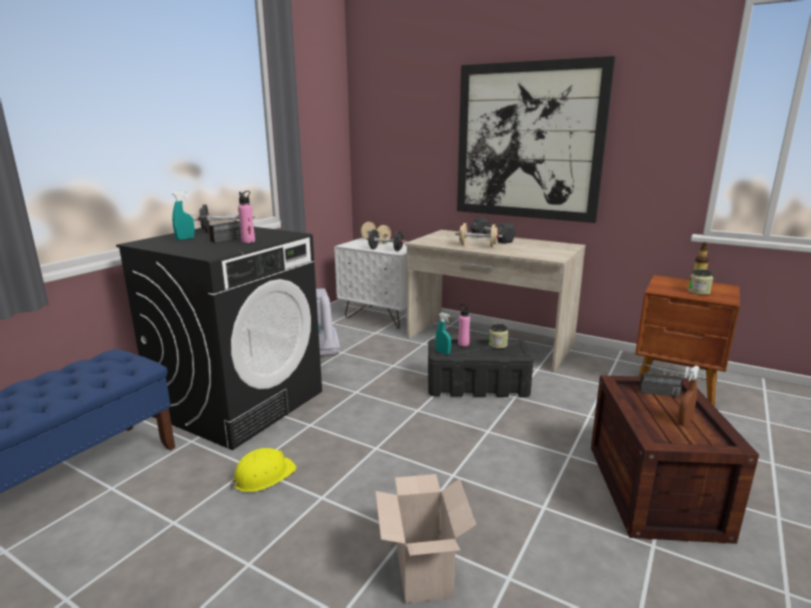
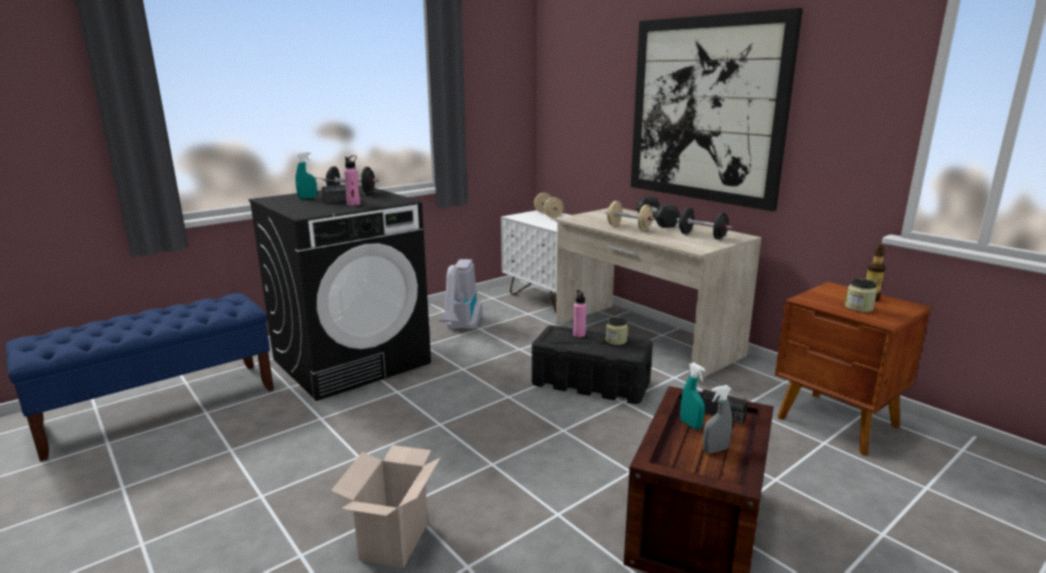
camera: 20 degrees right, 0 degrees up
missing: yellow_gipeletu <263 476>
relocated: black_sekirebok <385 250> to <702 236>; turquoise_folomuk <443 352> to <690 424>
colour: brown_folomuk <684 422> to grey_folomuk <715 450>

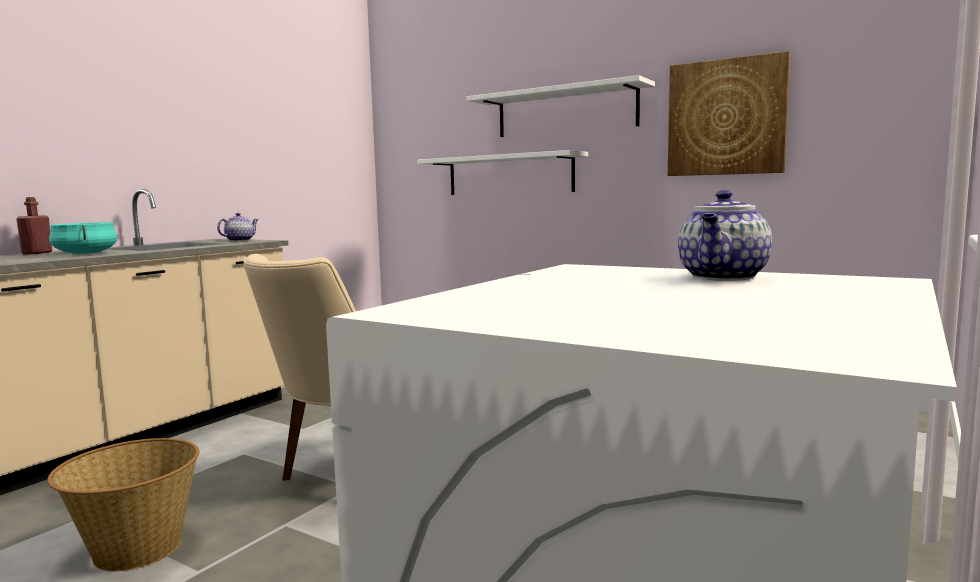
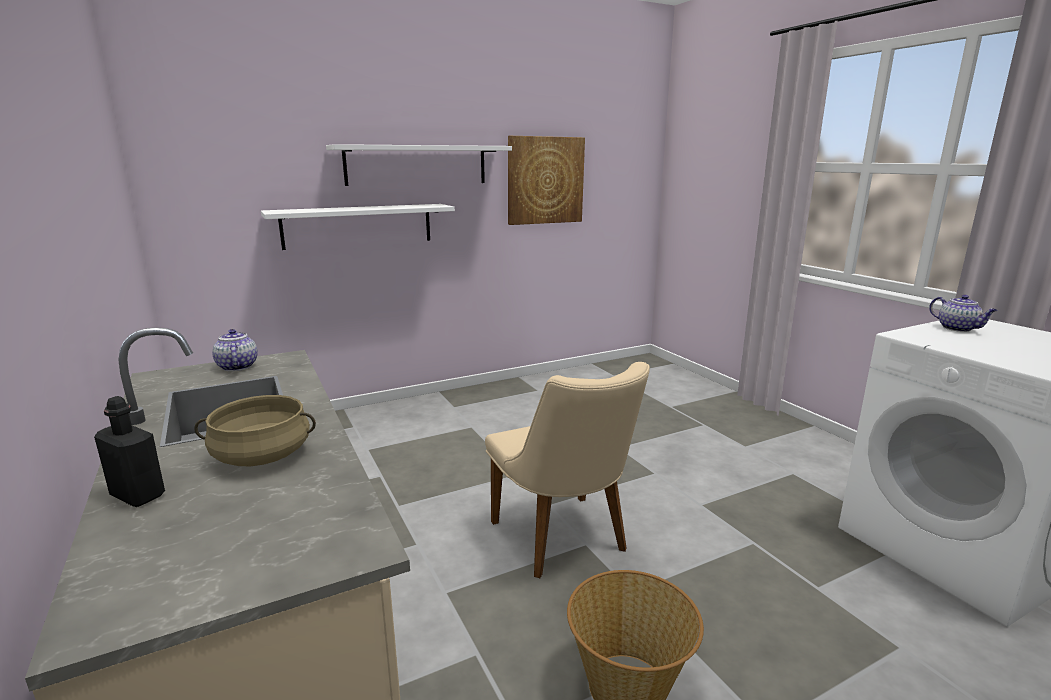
camera: 60 degrees left, 10 degrees up
colour: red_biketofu <37 253> to black_biketofu <138 495>; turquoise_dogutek <85 253> to beige_dogutek <262 456>

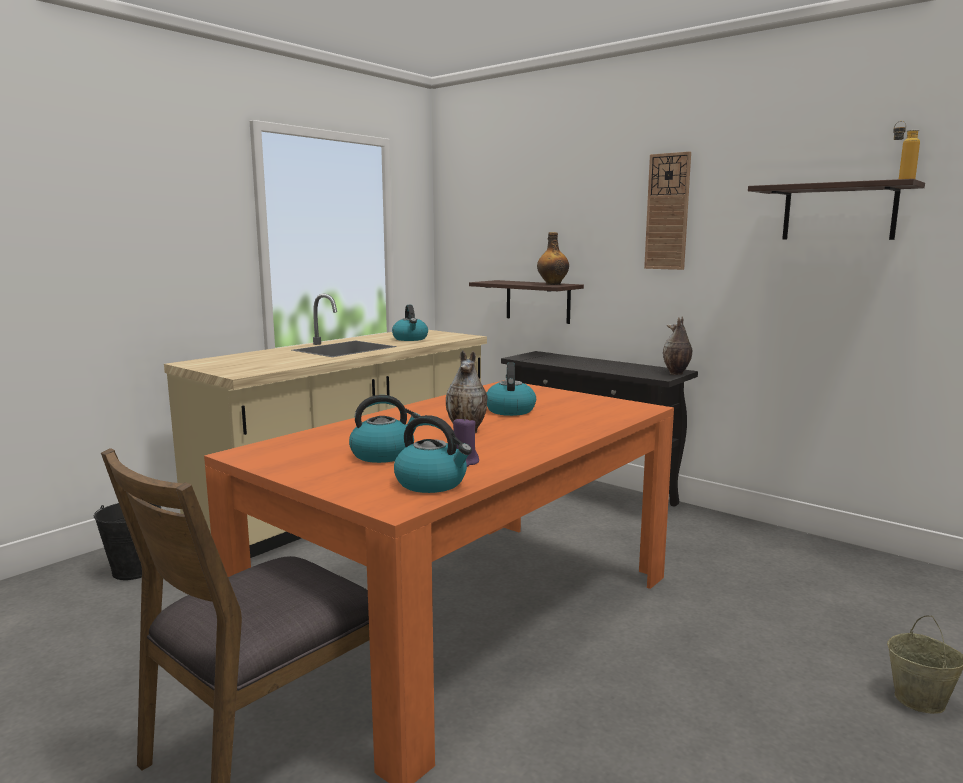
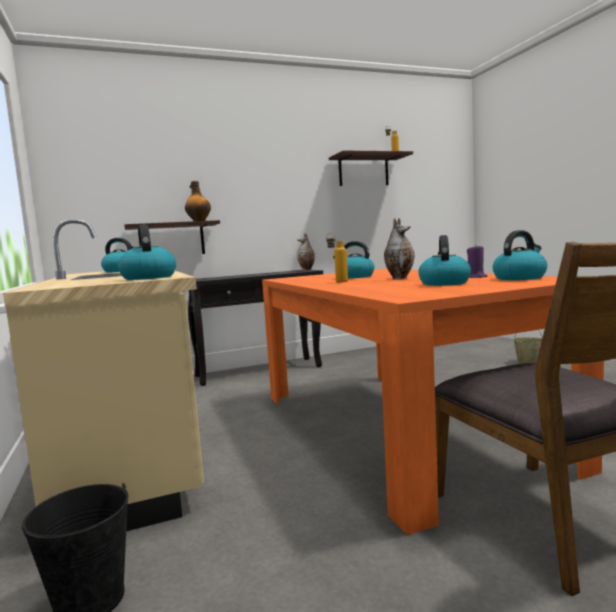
camera: 60 degrees left, 5 degrees down
missing: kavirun <667 212>
appeared: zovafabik <148 277>; biketofu <337 282>

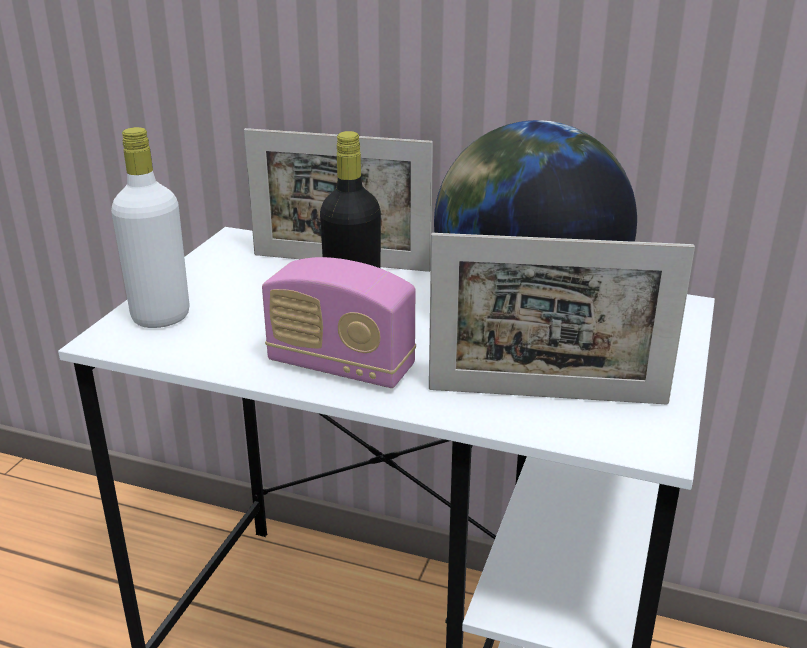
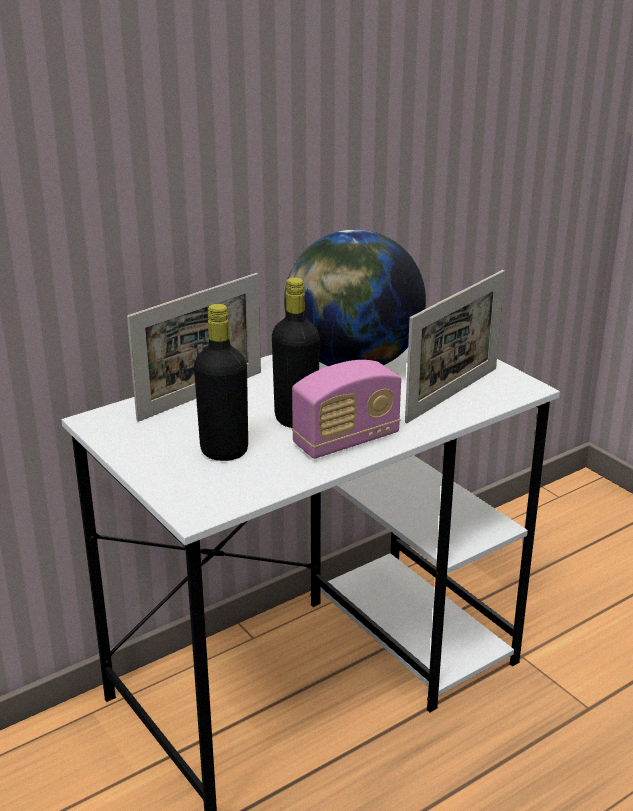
camera: 55 degrees left, 0 degrees up
missing: white_biketofu <161 317>
appeared: black_biketofu <224 451>

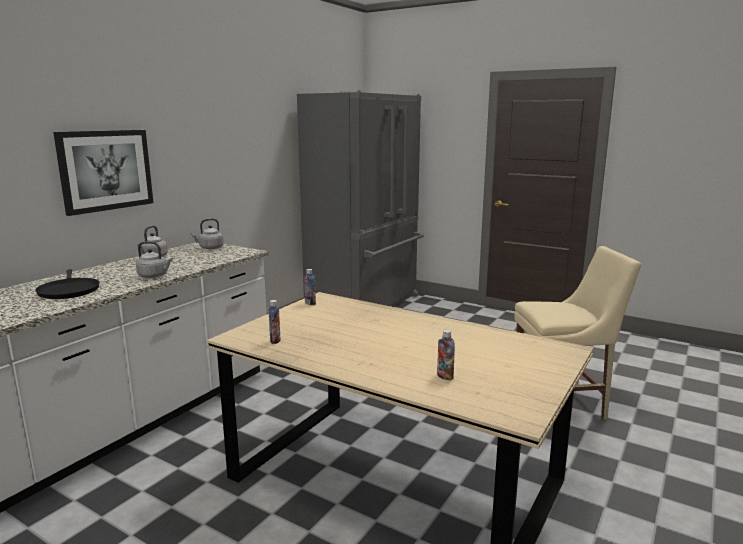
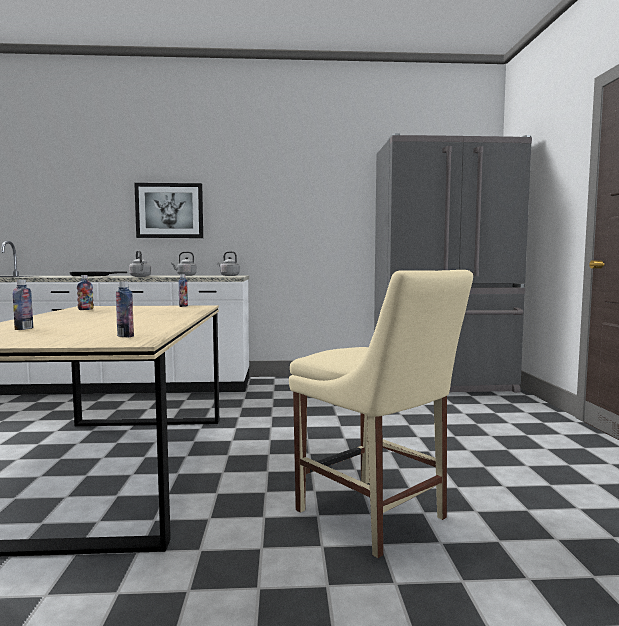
camera: 55 degrees right, 10 degrees down
appeared: biketofu <125 336>

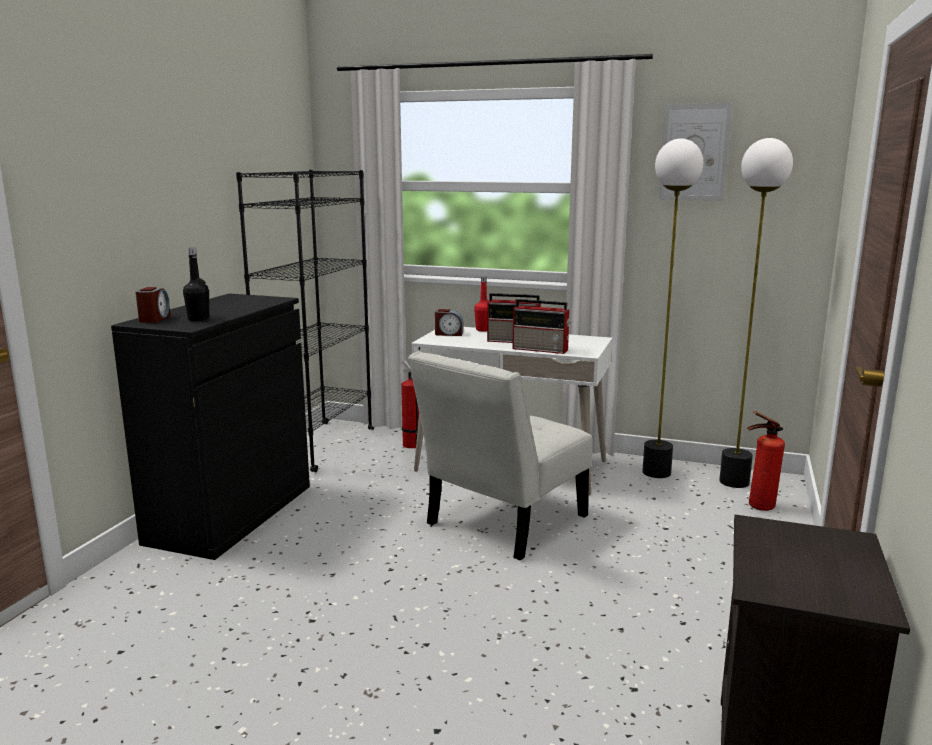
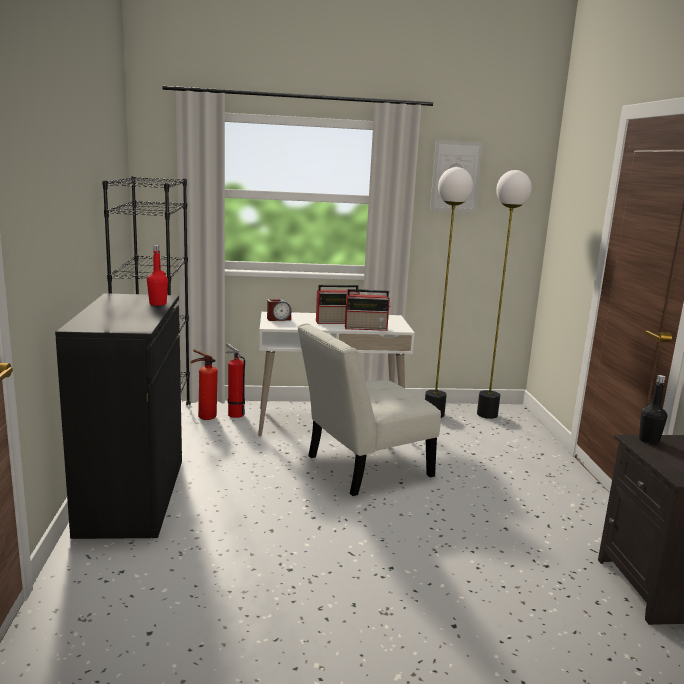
camera: 25 degrees left, 0 degrees up
missing: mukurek <154 319>
relocated: black_biketofu <198 319> to <649 440>; red_biketofu <483 330> to <158 304>; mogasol <757 506> to <204 418>
spun: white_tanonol <501 523> = <362 468> 45 degrees clockwise

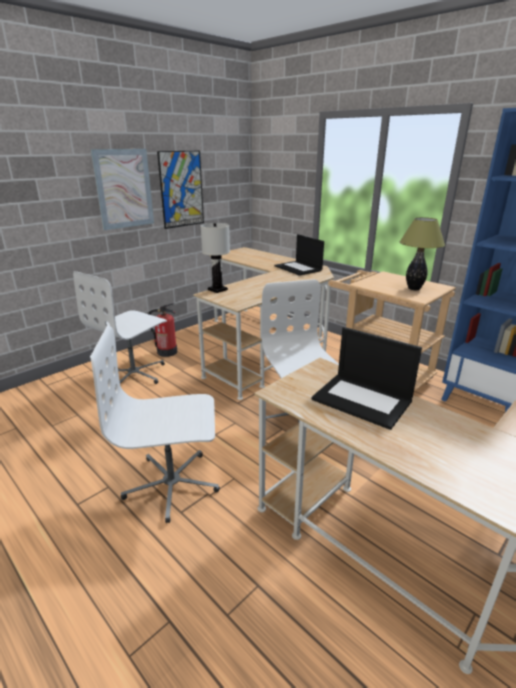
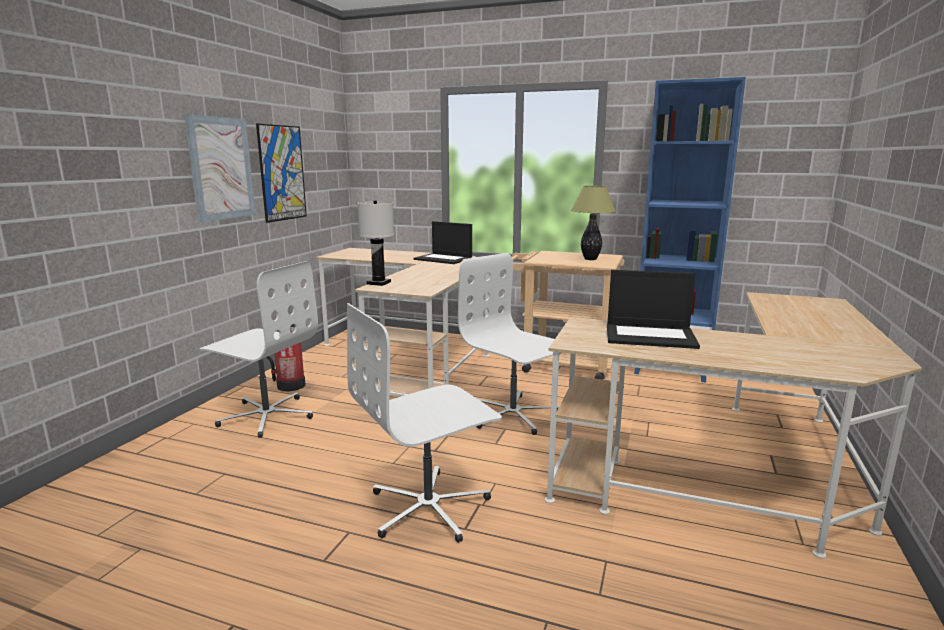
camera: 25 degrees left, 10 degrees down
spun: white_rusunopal <134 374> = <267 416> 75 degrees counterclockwise

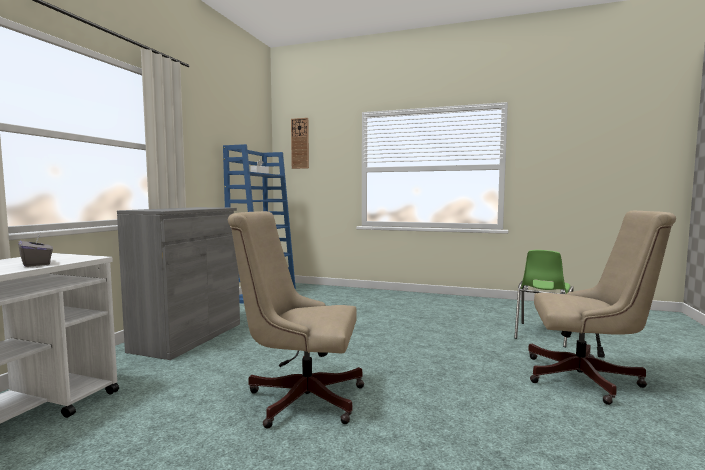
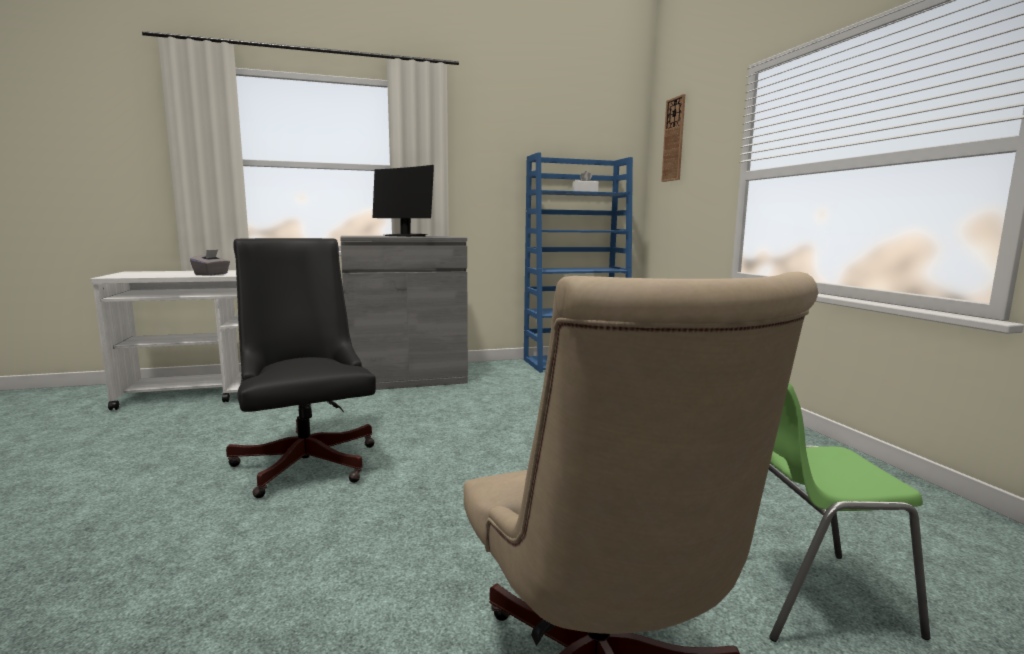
camera: 55 degrees right, 5 degrees up
appeared: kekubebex <405 236>
colour: beige_rusunopal <299 397> to black_rusunopal <307 460>

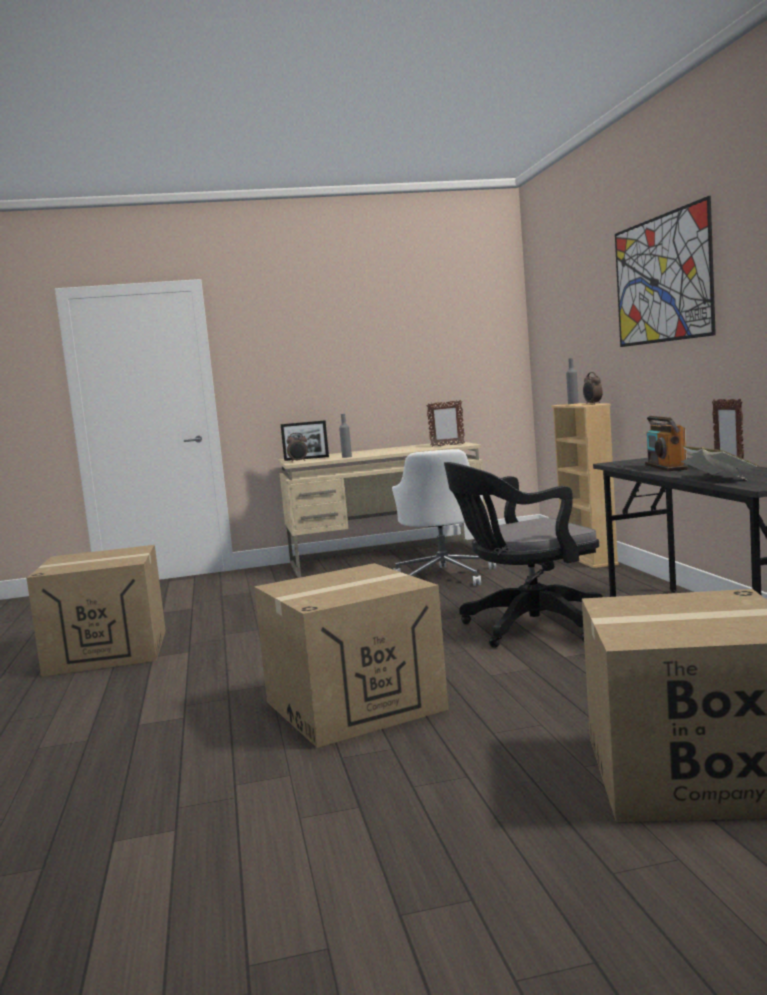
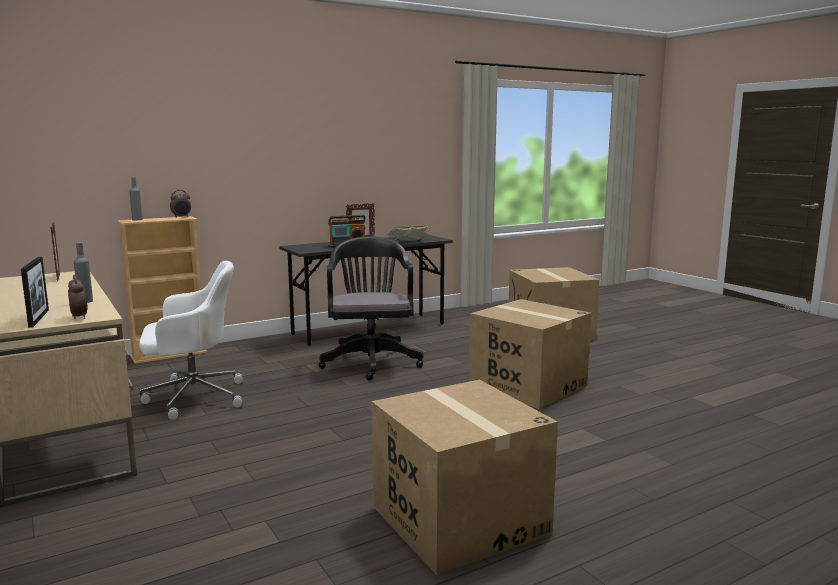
camera: 110 degrees left, 5 degrees up
missing: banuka <661 279>
spun: black_rusunopal <527 628> = <371 361> 150 degrees counterclockwise

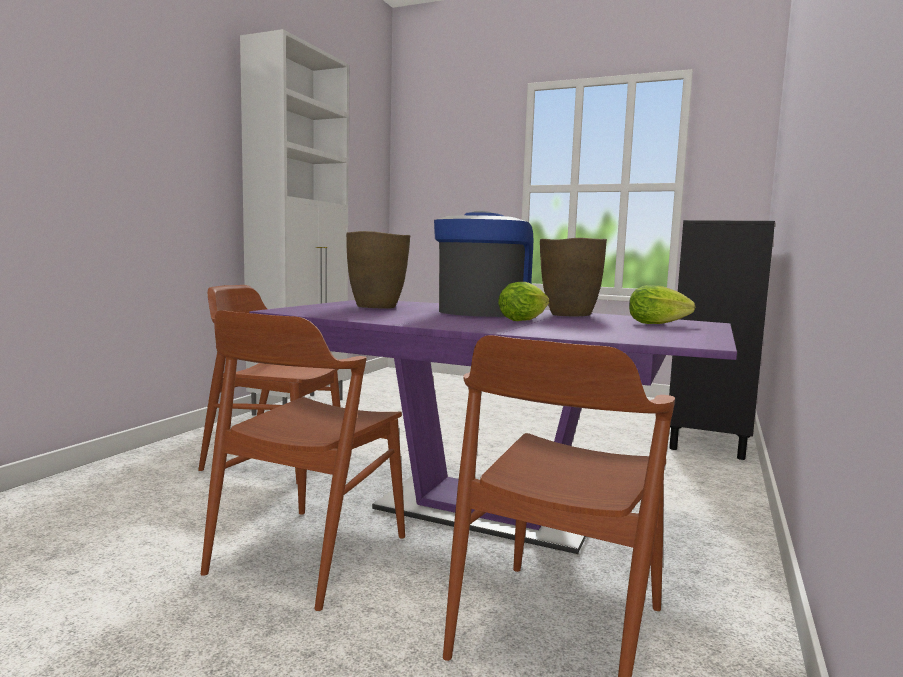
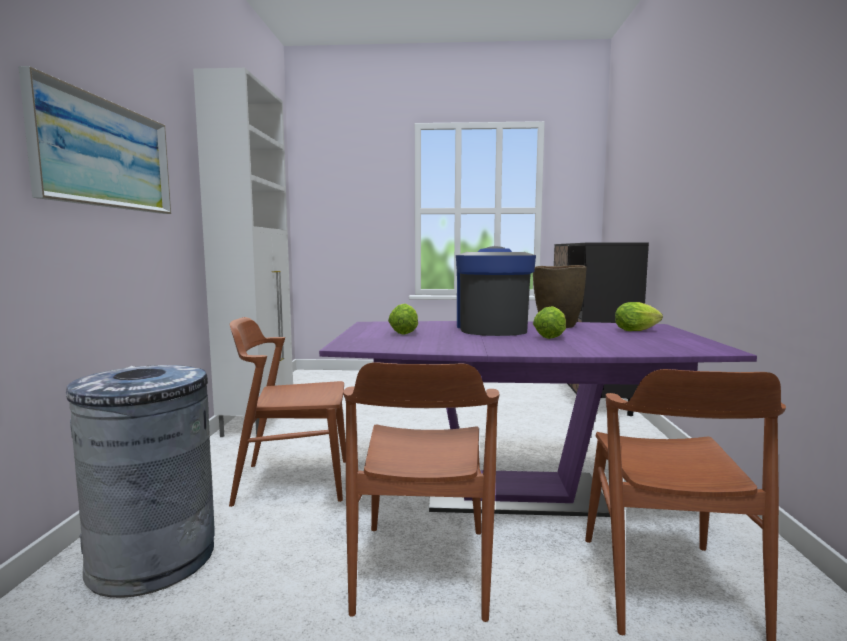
camera: 20 degrees left, 0 degrees up
appeared: banuka <106 155>; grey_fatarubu <153 559>
exchanged: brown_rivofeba <376 307> to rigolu <404 332>

